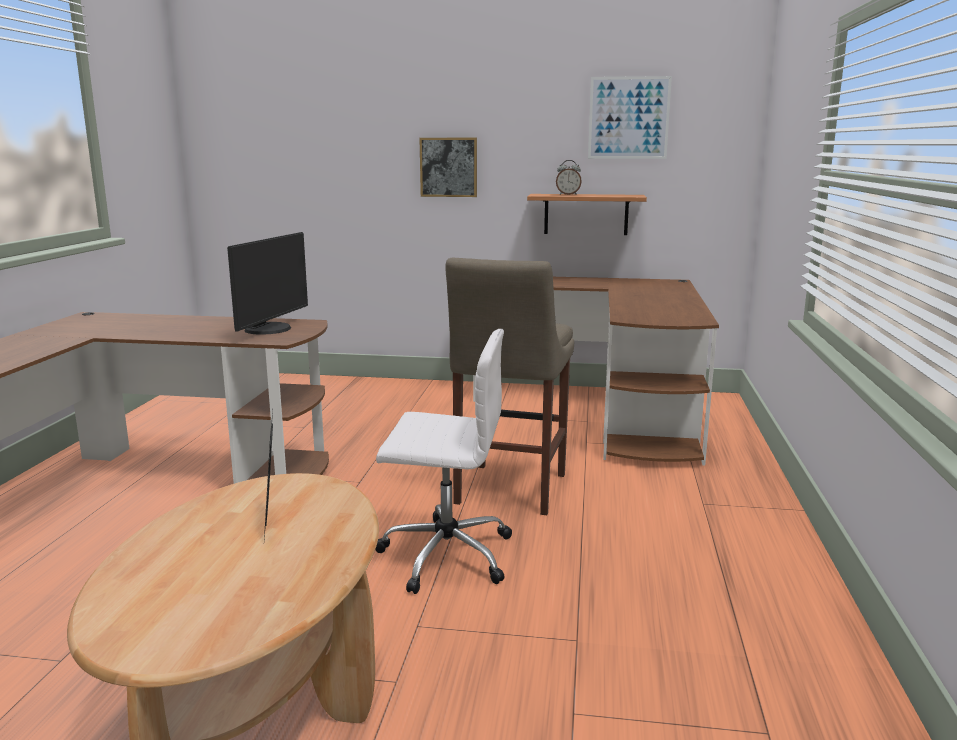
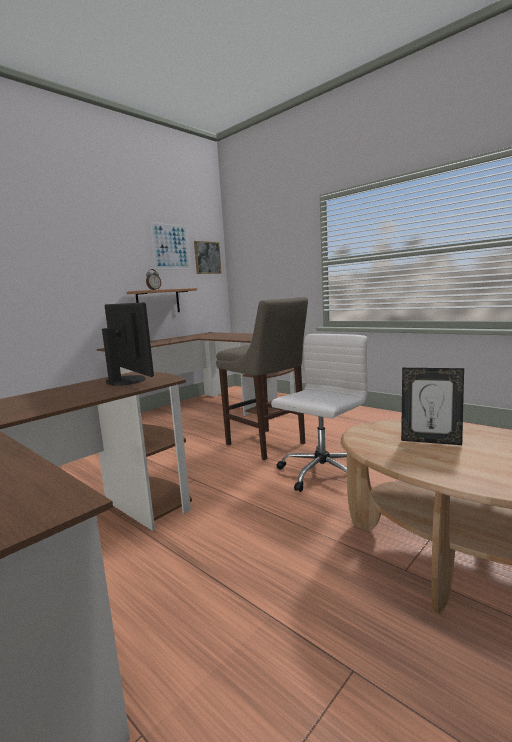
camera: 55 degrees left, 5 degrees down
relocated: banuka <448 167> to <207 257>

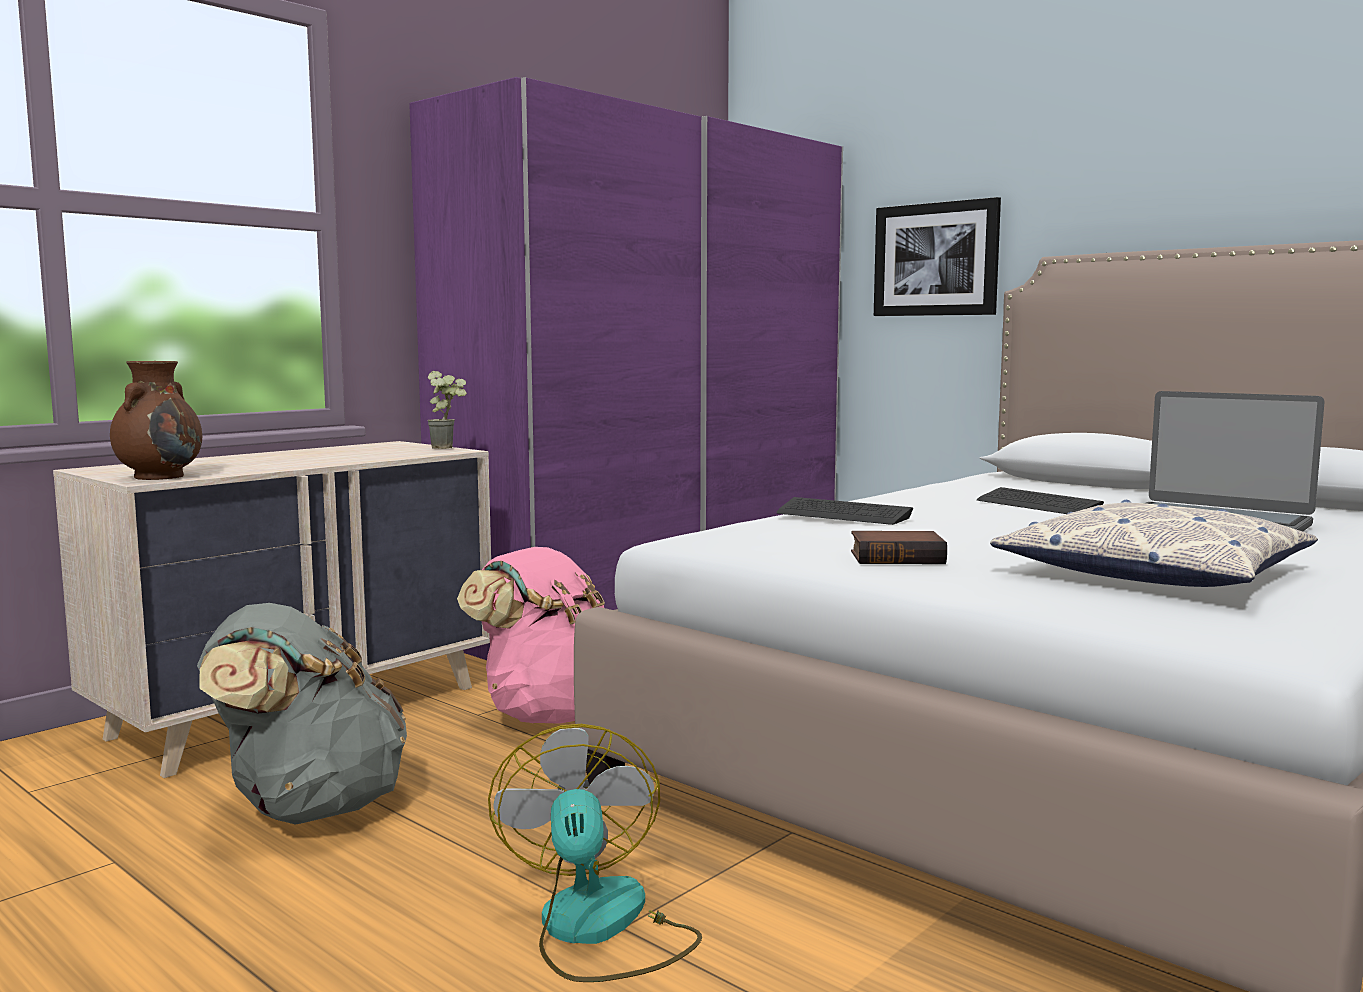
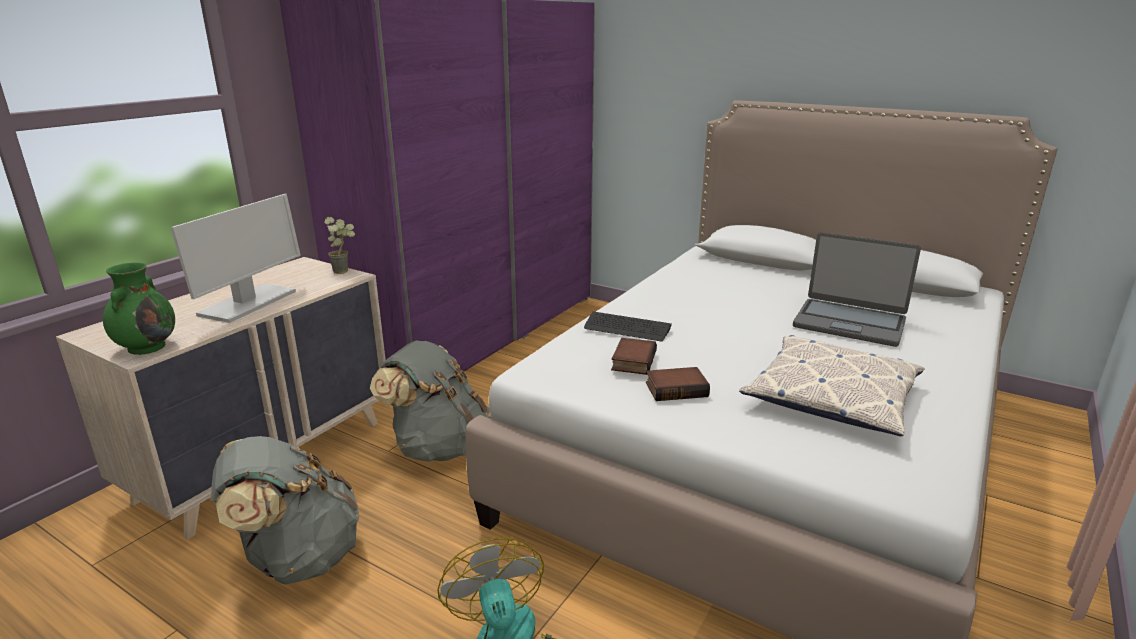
camera: 10 degrees left, 15 degrees up
missing: banuka <936 259>; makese <1037 505>
appeared: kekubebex <248 304>; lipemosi <632 360>
colour: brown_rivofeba <160 476> to green_rivofeba <147 347>; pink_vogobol <553 715> to grey_vogobol <438 446>

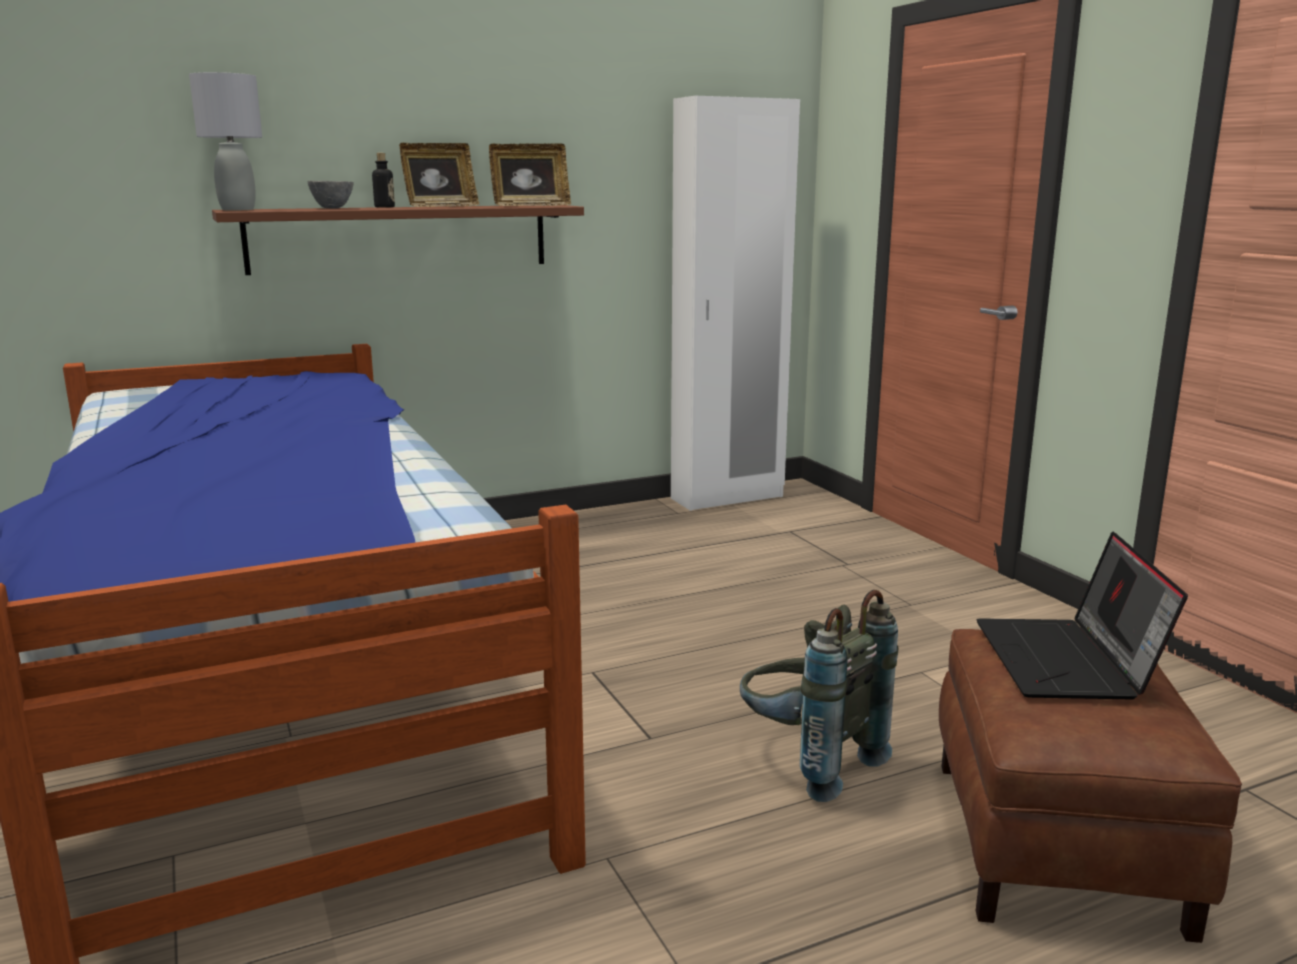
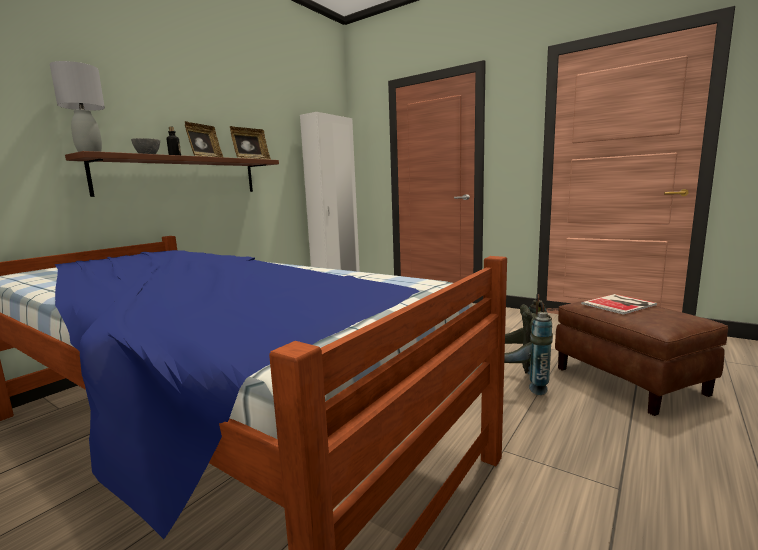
camera: 30 degrees left, 5 degrees down
exchanged: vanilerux <1068 662> to lipemosi <620 304>

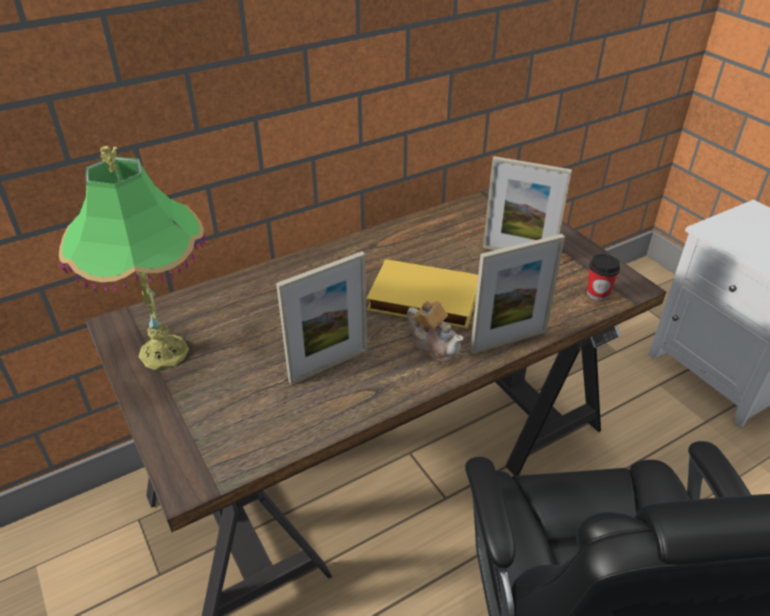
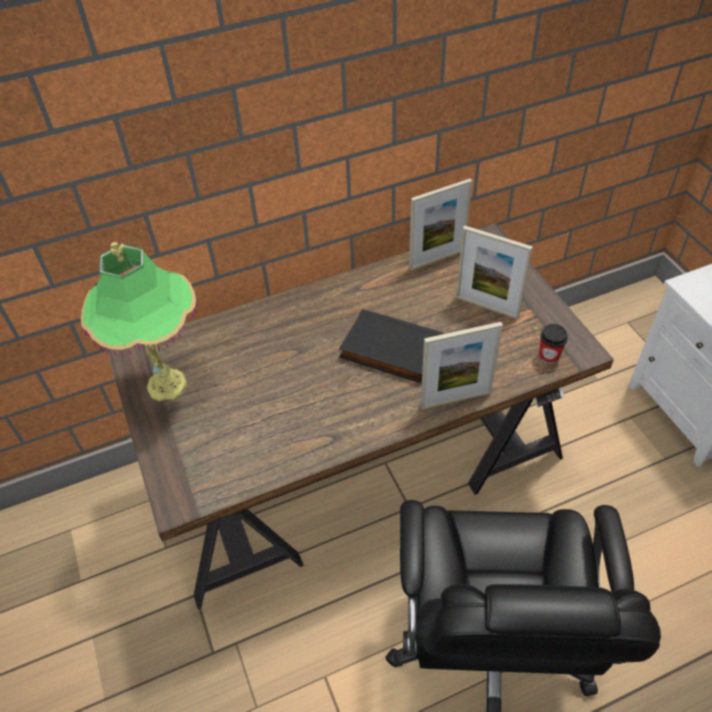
camera: 10 degrees right, 10 degrees up
missing: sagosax <435 345>
relocated: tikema <328 366> to <437 259>
colour: yellow_lipemosi <422 300> to black_lipemosi <390 351>

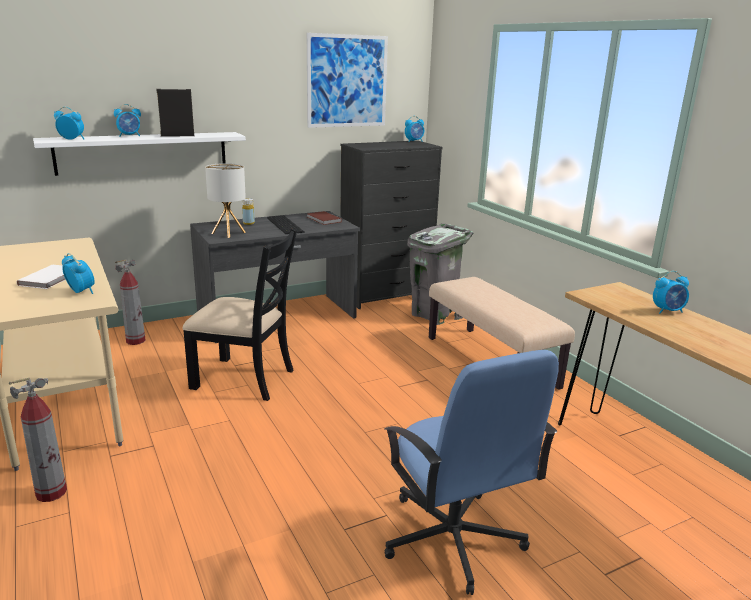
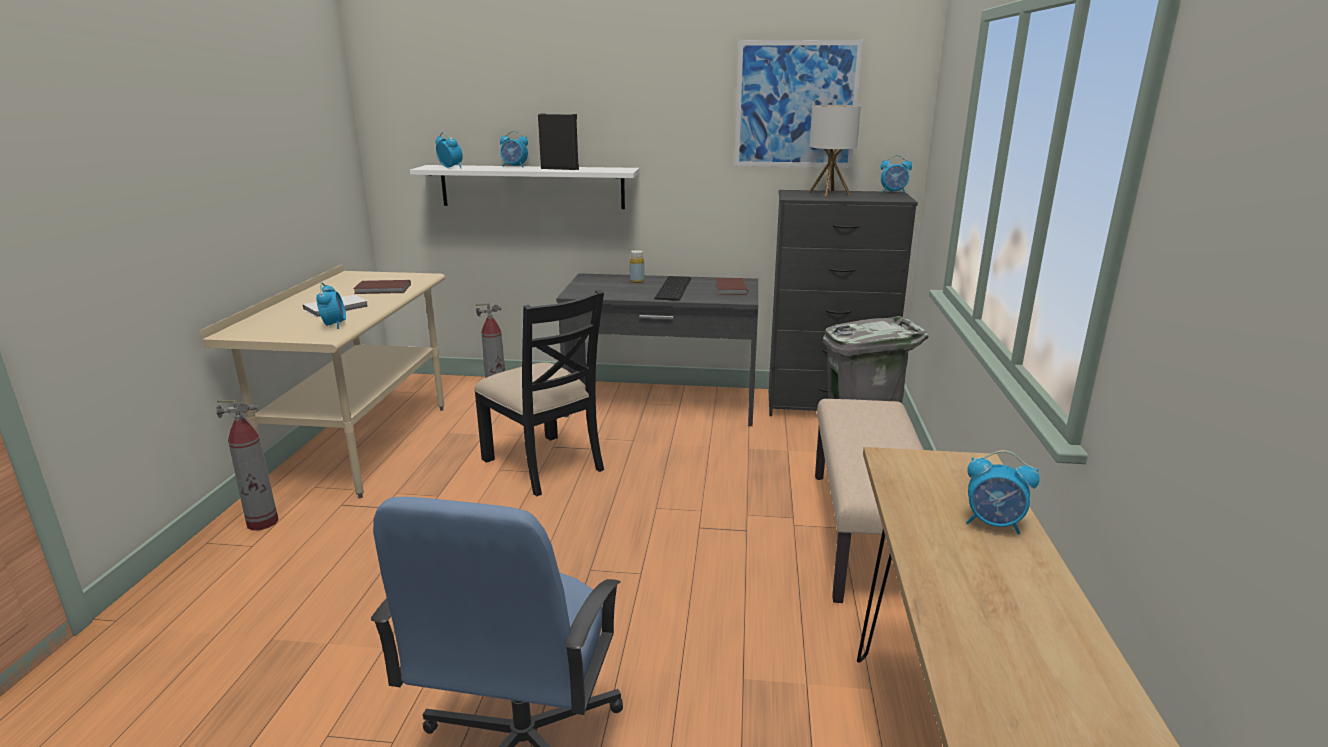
camera: 35 degrees right, 0 degrees up
appeared: brown_lipemosi <383 289>
relocated: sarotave <228 233> to <829 193>

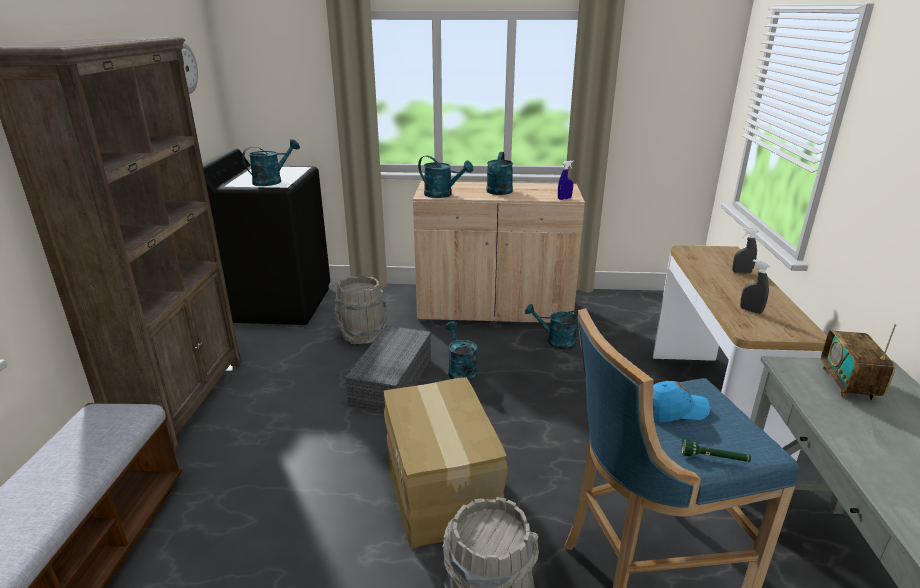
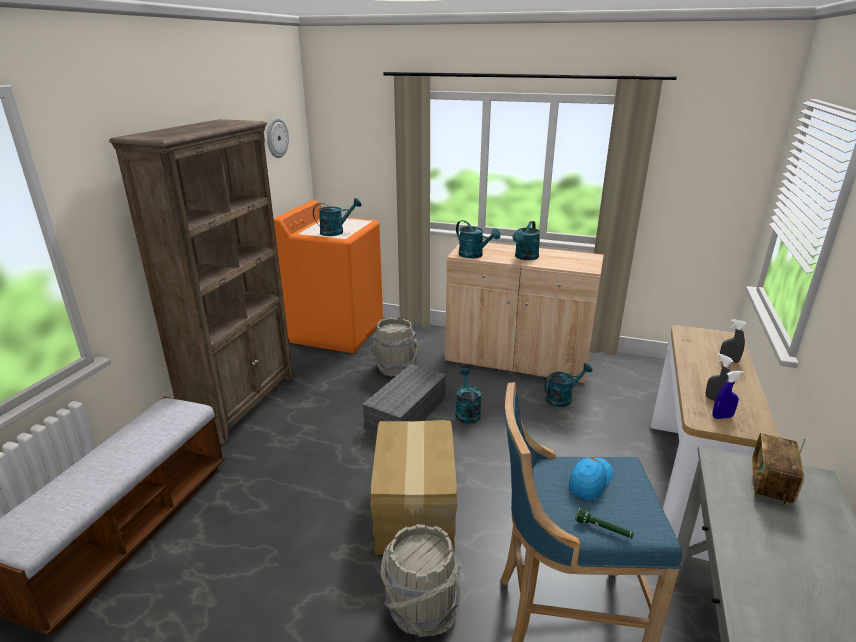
camera: 15 degrees right, 0 degrees up
relocated: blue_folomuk <564 198> to <722 417>
colour: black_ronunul <278 303> to orange_ronunul <336 331>
spun: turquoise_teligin <555 342> = <562 398> 120 degrees clockwise; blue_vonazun <673 410> = <590 481> 60 degrees counterclockwise

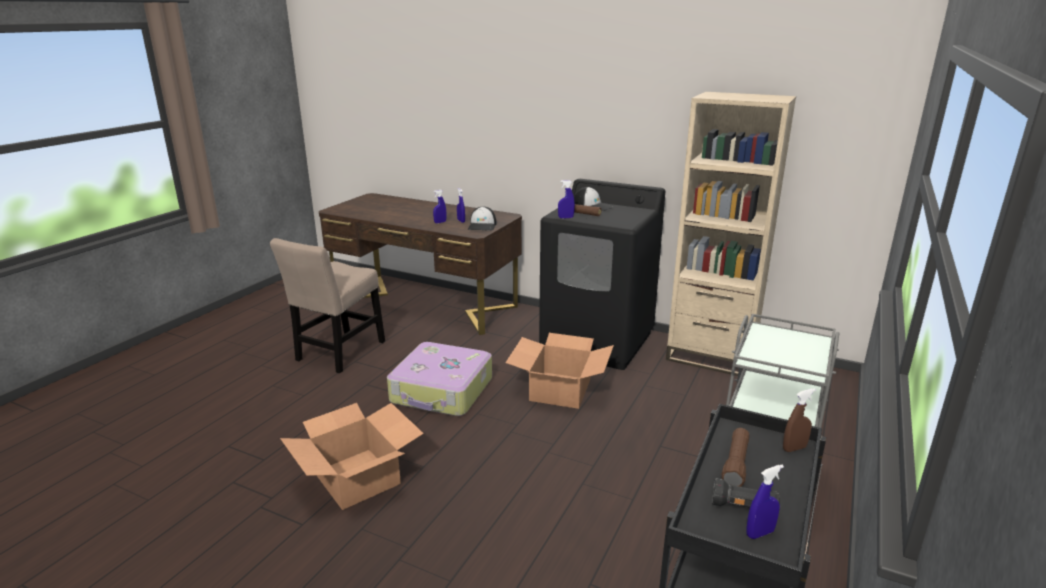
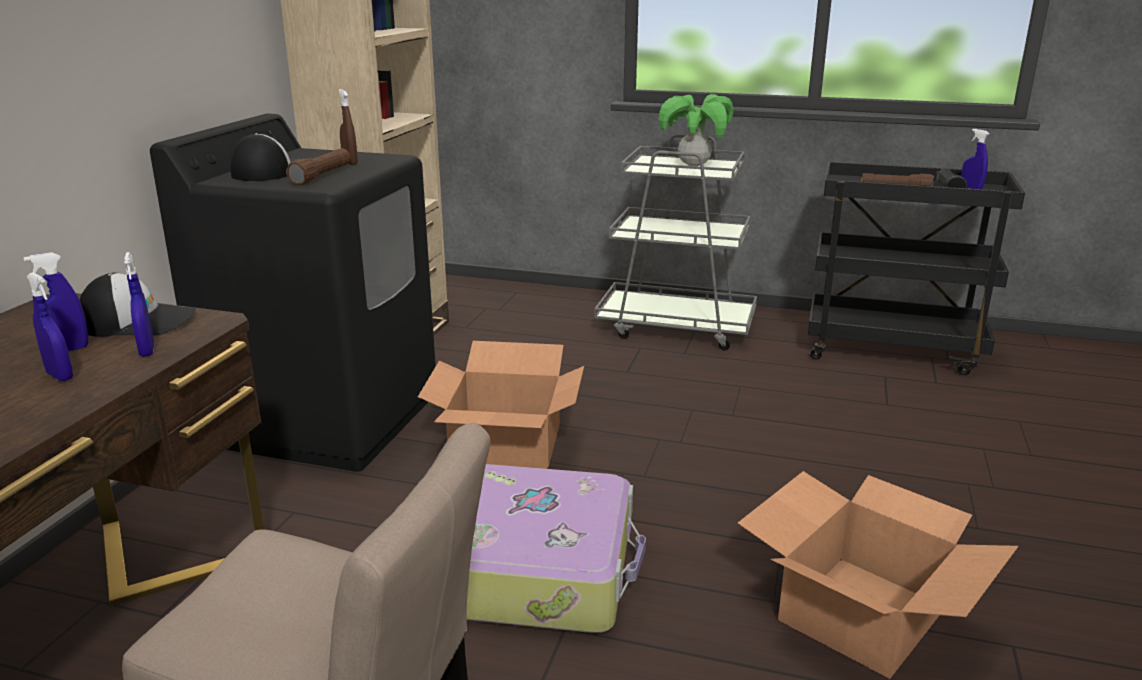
camera: 100 degrees left, 0 degrees up
appeared: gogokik <694 165>
relocated: blue_folomuk <565 218> to <147 351>; brown_folomuk <794 448> to <350 162>

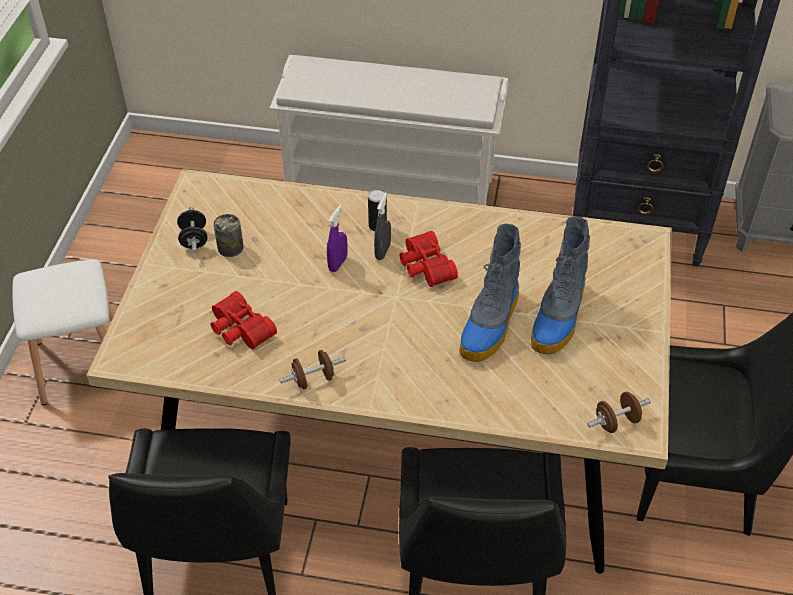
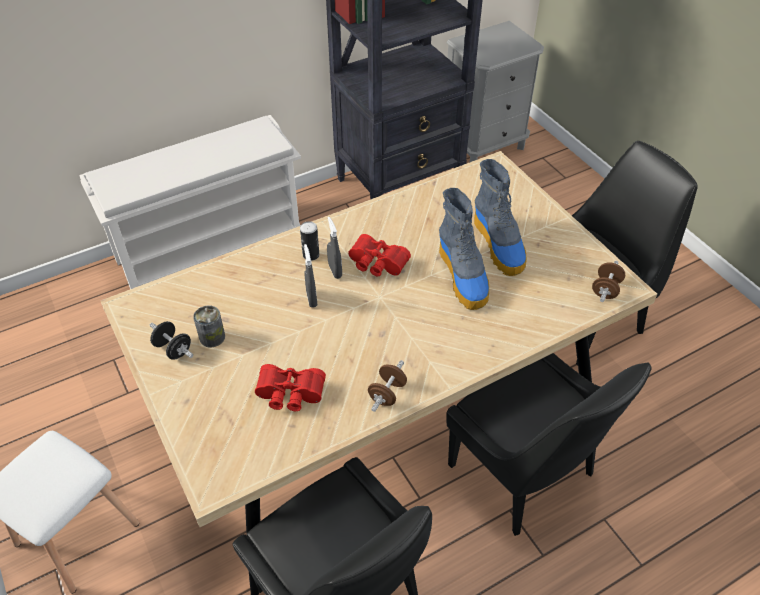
camera: 40 degrees left, 0 degrees up
colour: purple_folomuk <338 264> to grey_folomuk <311 299>

